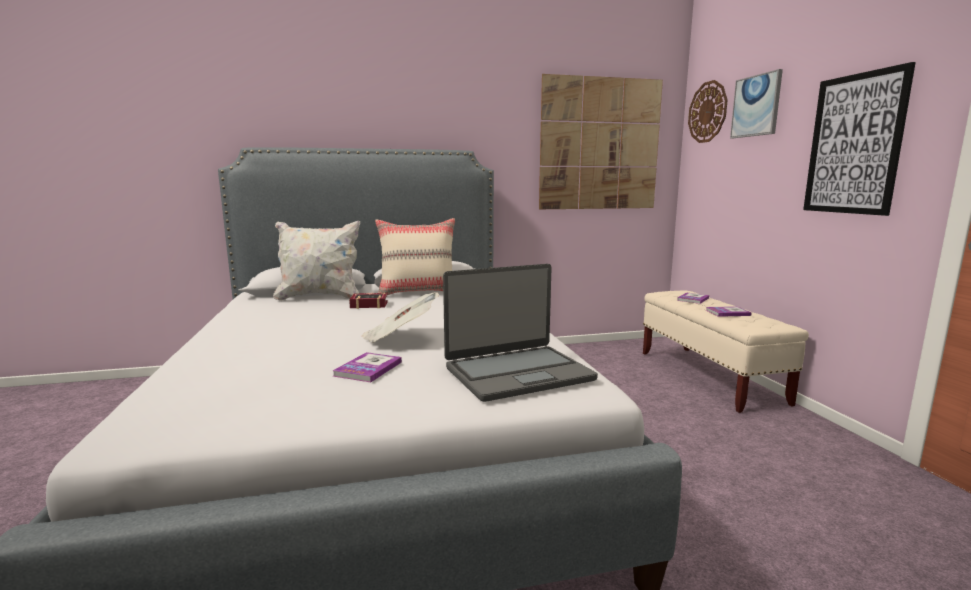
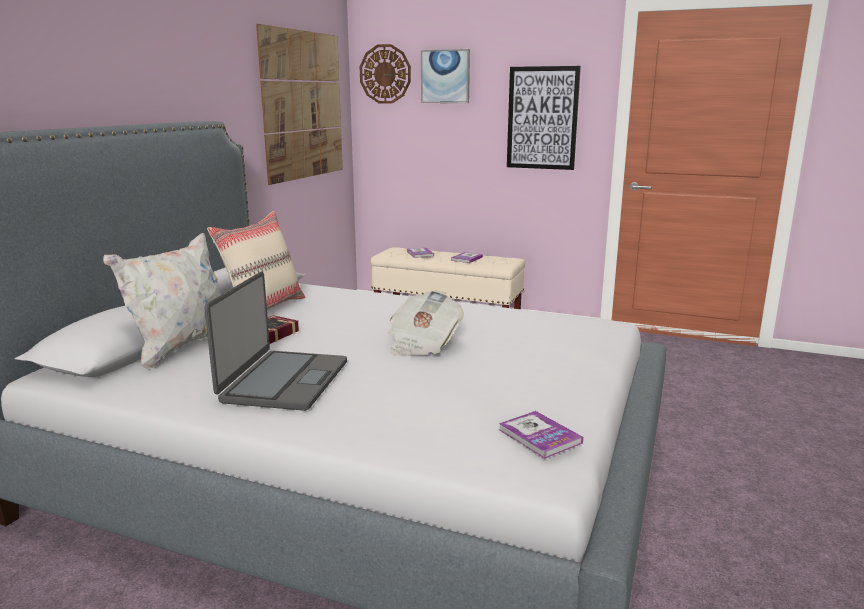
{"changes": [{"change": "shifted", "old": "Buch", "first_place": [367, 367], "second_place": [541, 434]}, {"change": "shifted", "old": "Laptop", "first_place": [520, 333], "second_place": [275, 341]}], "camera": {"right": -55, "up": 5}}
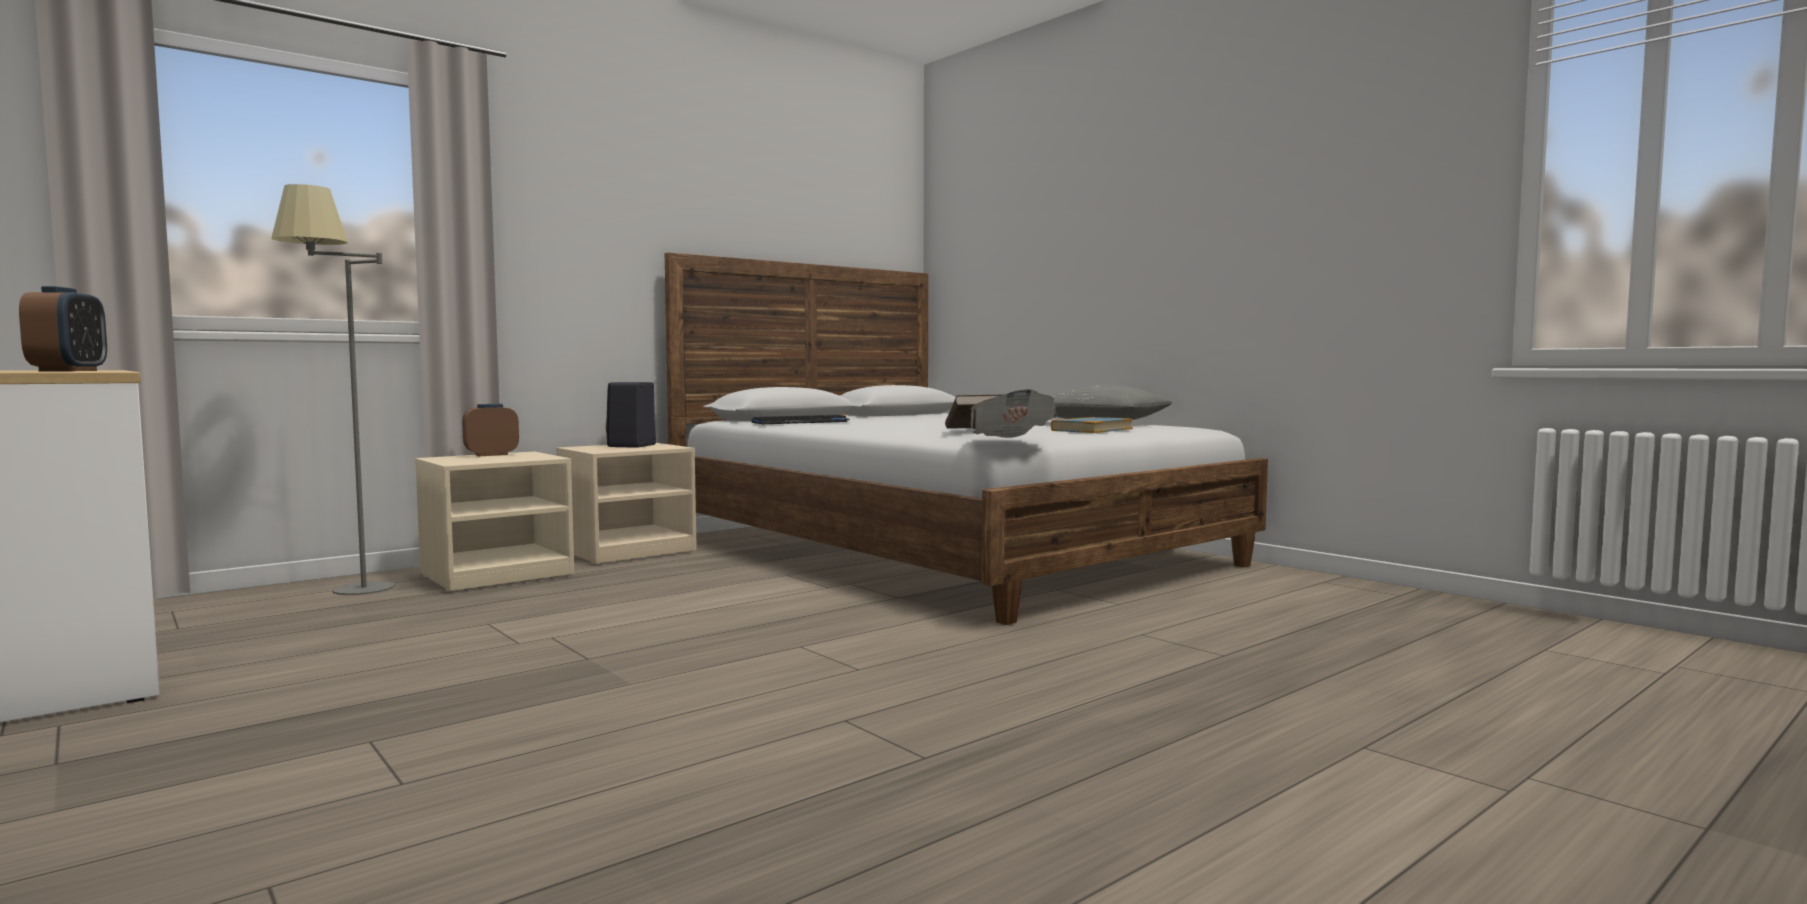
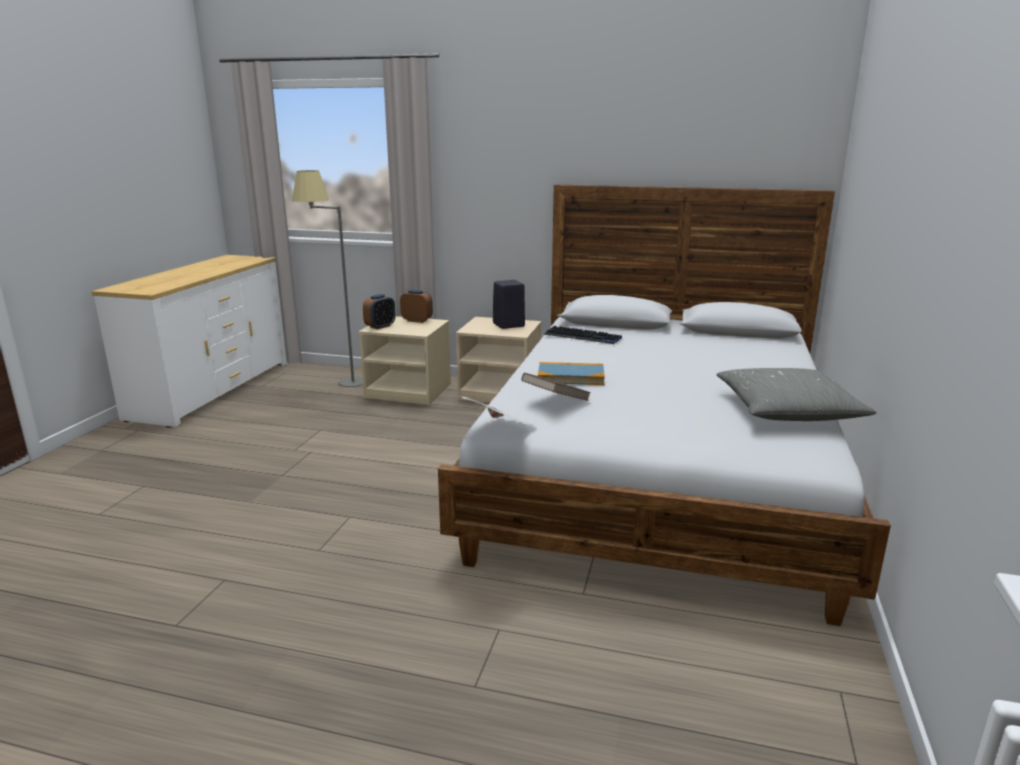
{"changes": [{"change": "shifted", "old": "Wecker", "first_place": [63, 328], "second_place": [379, 311]}, {"change": "shifted", "old": "Buch", "first_place": [1092, 425], "second_place": [571, 373]}], "camera": {"right": 55, "up": 15}}
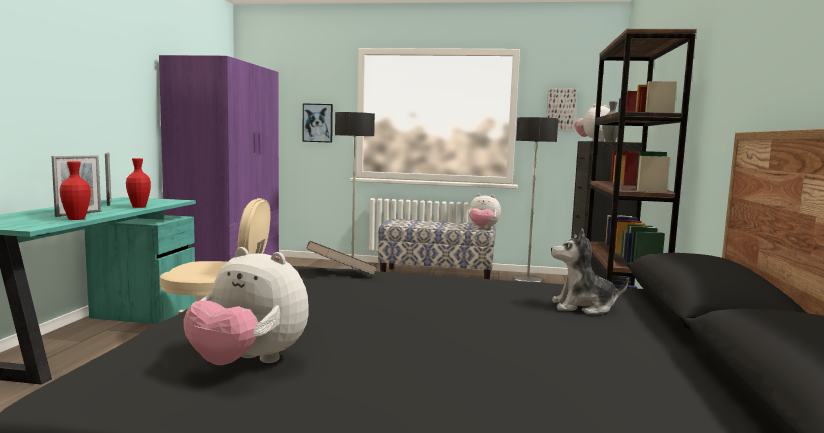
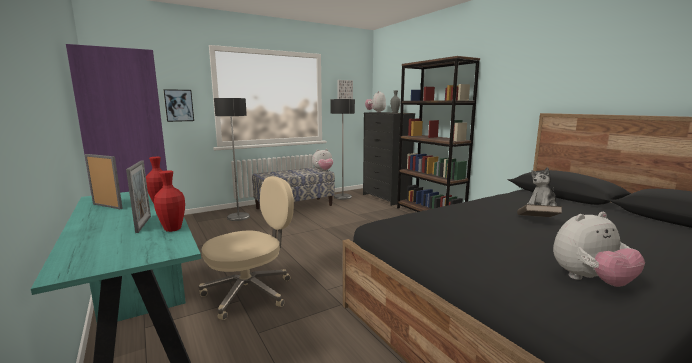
{"changes": [{"change": "shifted", "old": "Buch (braun)", "first_place": [342, 258], "second_place": [539, 210]}], "camera": {"right": -40, "up": 5}}
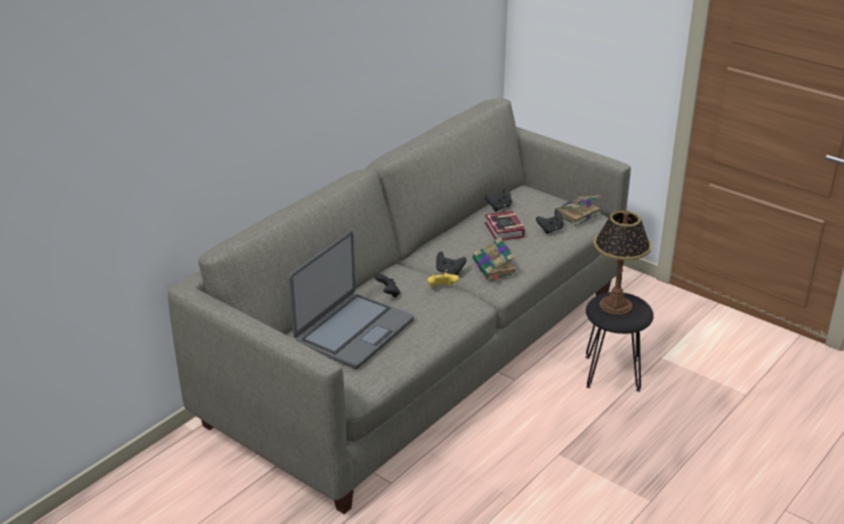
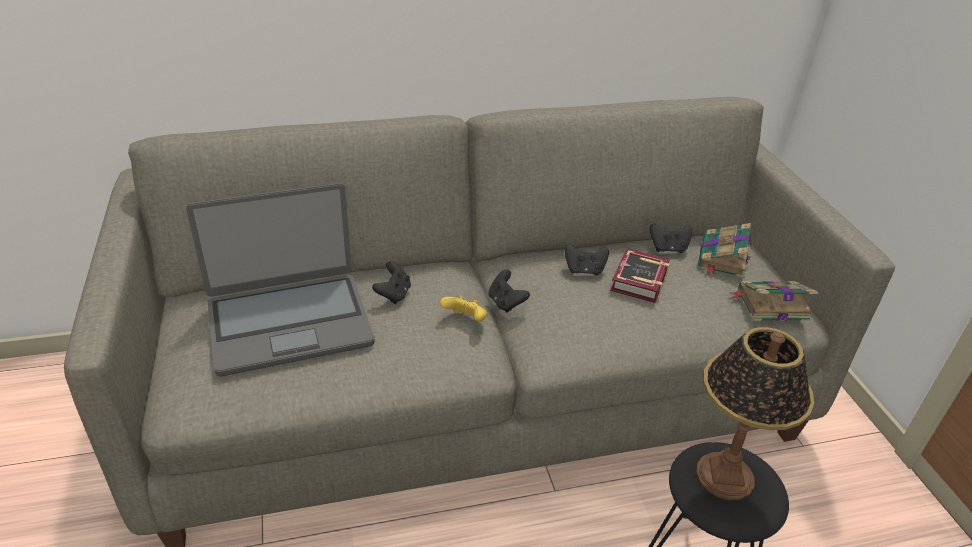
{"changes": [{"change": "shifted", "old": "Buch", "first_place": [495, 258], "second_place": [725, 250]}, {"change": "shifted", "old": "Gamepad (schwarz)", "first_place": [550, 222], "second_place": [587, 259]}], "camera": {"right": 35, "up": 5}}
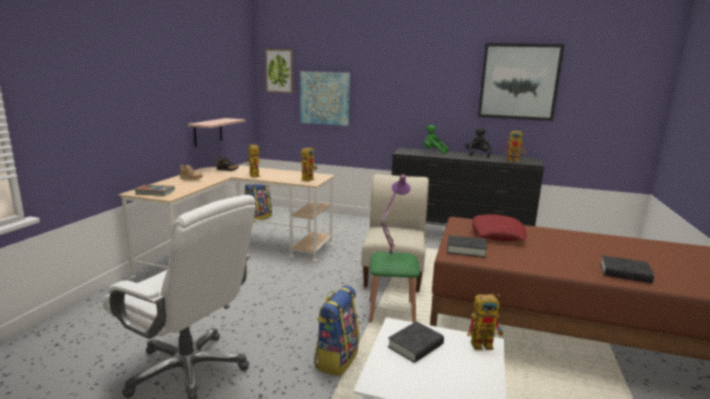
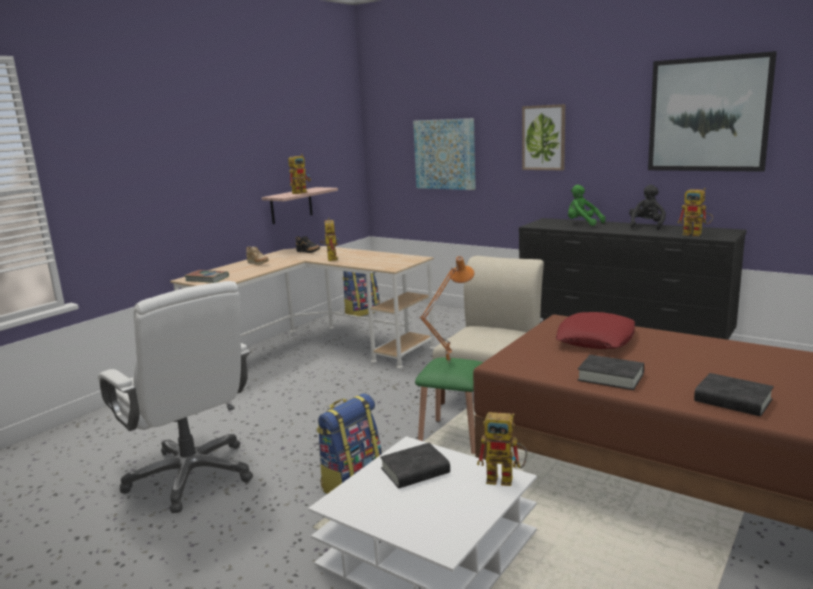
{"changes": [{"change": "shifted", "old": "Bild", "first_place": [279, 71], "second_place": [543, 137]}, {"change": "shifted", "old": "Spielzeugroboter", "first_place": [309, 163], "second_place": [299, 174]}, {"change": "repainted", "old": "Tischlampe (lila)", "new": "Tischlampe (orange)", "first_place": [395, 215], "second_place": [447, 309]}, {"change": "shifted", "old": "Buch (schwarz)", "first_place": [467, 246], "second_place": [611, 372]}], "camera": {"right": 20, "up": 0}}
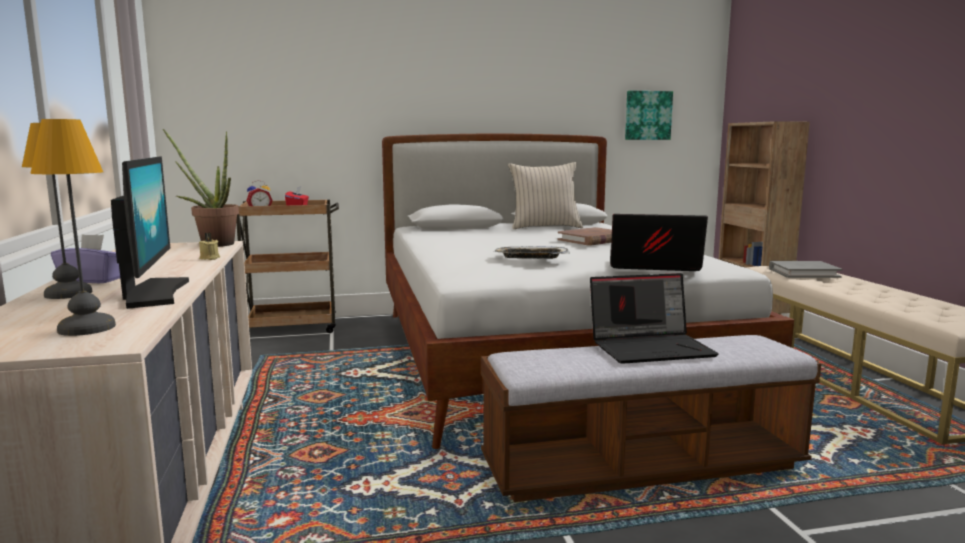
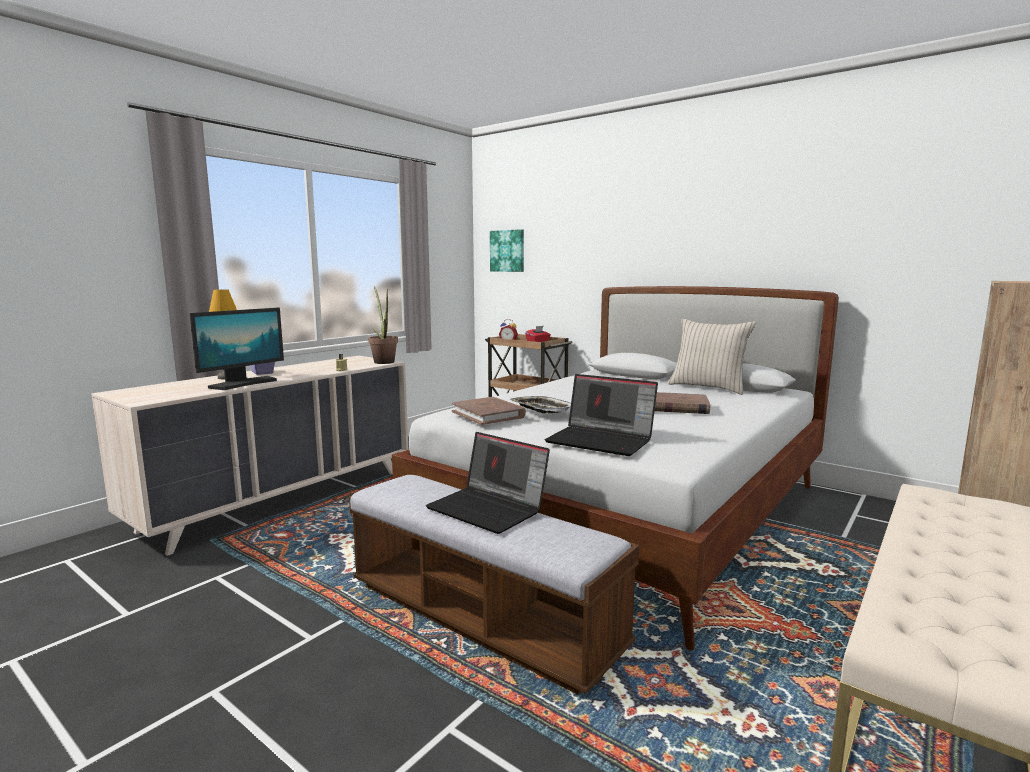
{"changes": [{"change": "gone", "old": "Tischlampe", "first_place": [73, 227]}, {"change": "rotated", "old": "Laptop", "first_place": [659, 242], "second_place": [601, 415], "degrees": 150}, {"change": "shifted", "old": "Bild", "first_place": [649, 115], "second_place": [507, 250]}, {"change": "gone", "old": "Buch (grau)", "first_place": [805, 269]}, {"change": "new", "new": "Buch (braun)", "second_place": [489, 411]}], "camera": {"right": 50, "up": 0}}
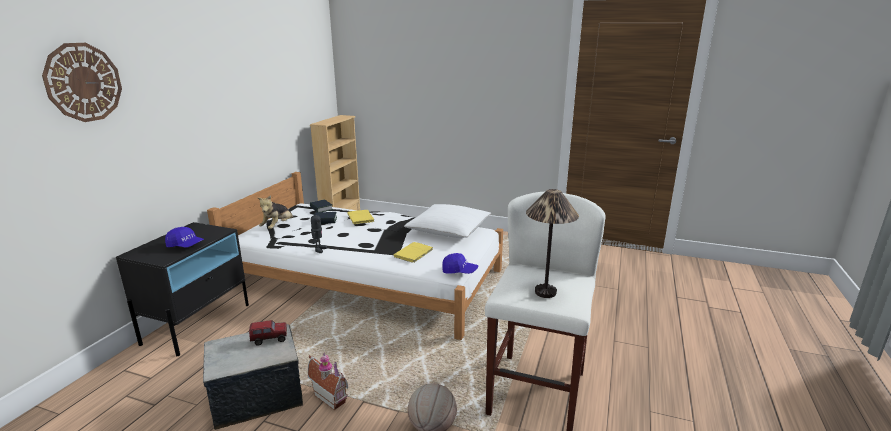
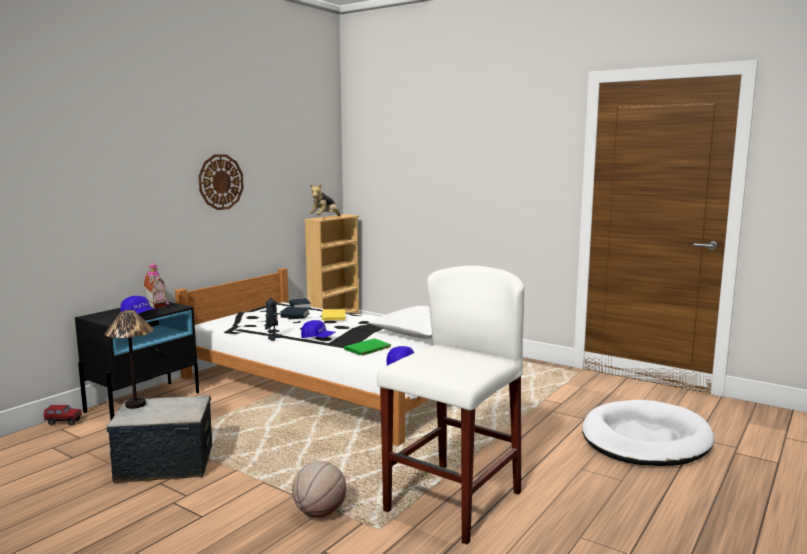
{"changes": [{"change": "shifted", "old": "Wanduhr", "first_place": [82, 82], "second_place": [221, 182]}, {"change": "shifted", "old": "Spielzeuglaster", "first_place": [268, 332], "second_place": [63, 415]}, {"change": "shifted", "old": "Plüschtier", "first_place": [275, 212], "second_place": [324, 200]}, {"change": "shifted", "old": "Spielzeughaus", "first_place": [328, 381], "second_place": [156, 285]}, {"change": "repainted", "old": "Buch (gelb)", "new": "Buch (grün)", "first_place": [413, 252], "second_place": [367, 347]}, {"change": "shifted", "old": "Tischlampe", "first_place": [552, 243], "second_place": [129, 359]}, {"change": "new", "new": "Kappe (blau)", "second_place": [318, 329]}, {"change": "new", "new": "Hundebett (weiß)", "second_place": [648, 433]}], "camera": {"right": 15, "up": -10}}
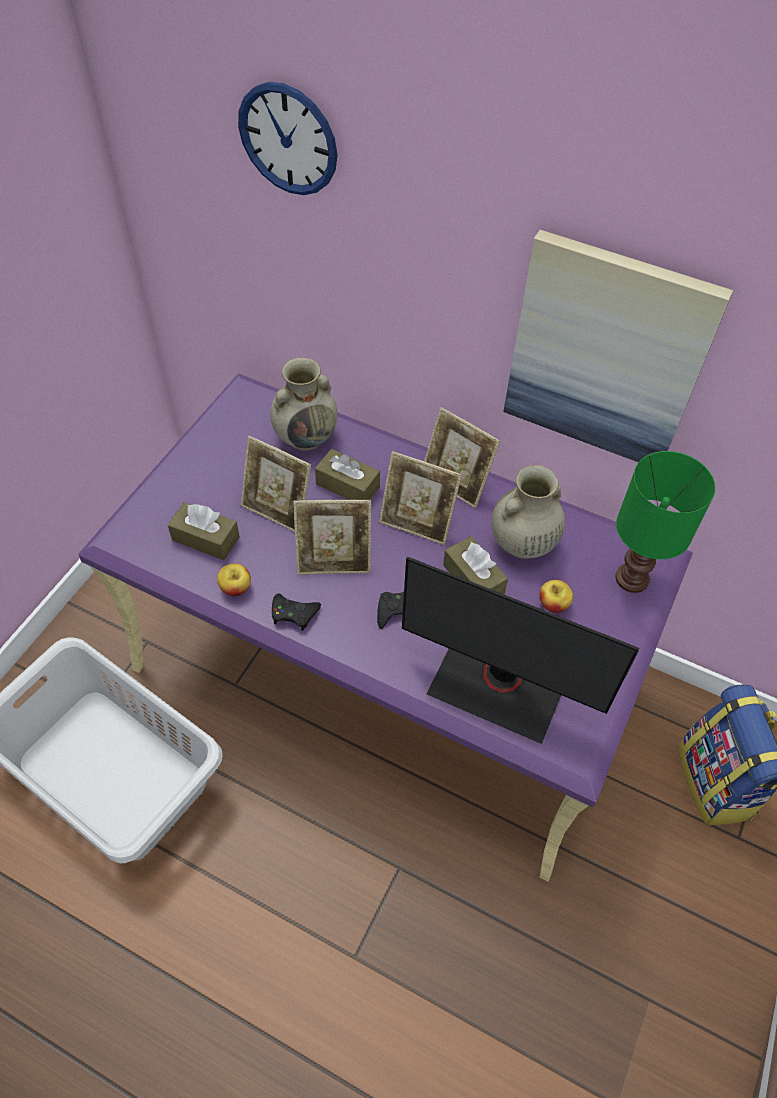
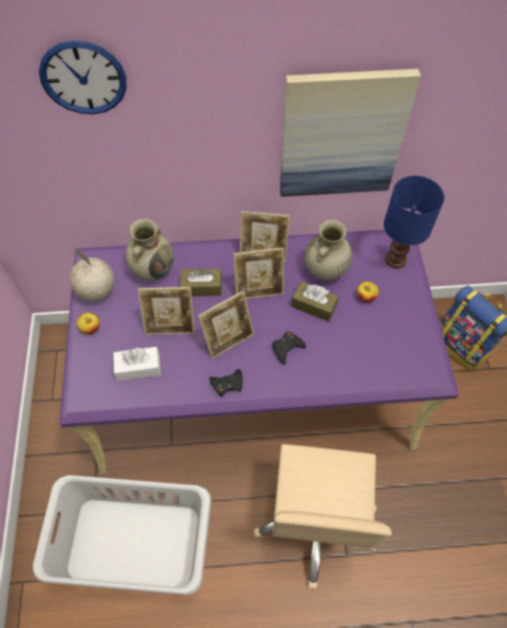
{"changes": [{"change": "repainted", "old": "Taschentuchbox (braun)", "new": "Taschentuchbox (weiß)", "first_place": [204, 531], "second_place": [137, 364]}, {"change": "shifted", "old": "Apfel", "first_place": [234, 579], "second_place": [88, 323]}, {"change": "gone", "old": "Monitor", "first_place": [520, 650]}, {"change": "repainted", "old": "Tischlampe (grün)", "new": "Tischlampe (blau)", "first_place": [665, 522], "second_place": [414, 222]}, {"change": "new", "new": "Globus", "second_place": [92, 274]}, {"change": "new", "new": "Bürostuhl (beige)", "second_place": [323, 516]}], "camera": {"right": -30, "up": 5}}
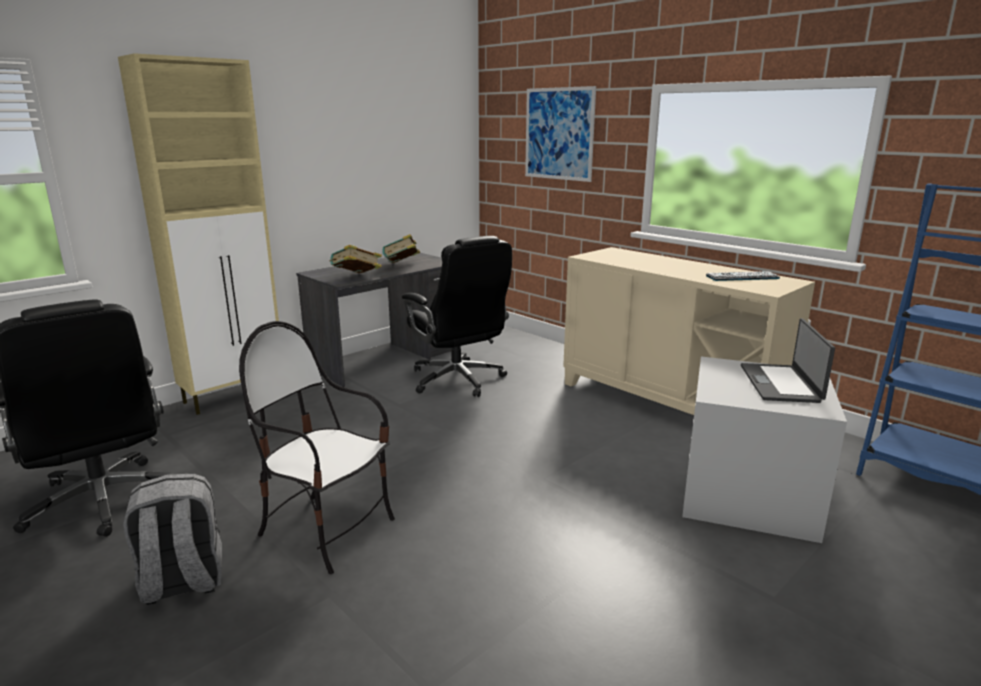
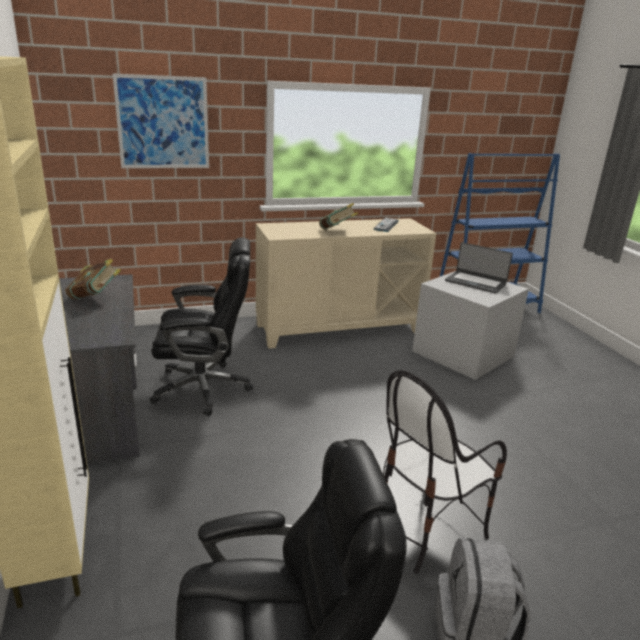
{"changes": [{"change": "shifted", "old": "Buch", "first_place": [356, 259], "second_place": [338, 216]}], "camera": {"right": -65, "up": 5}}
